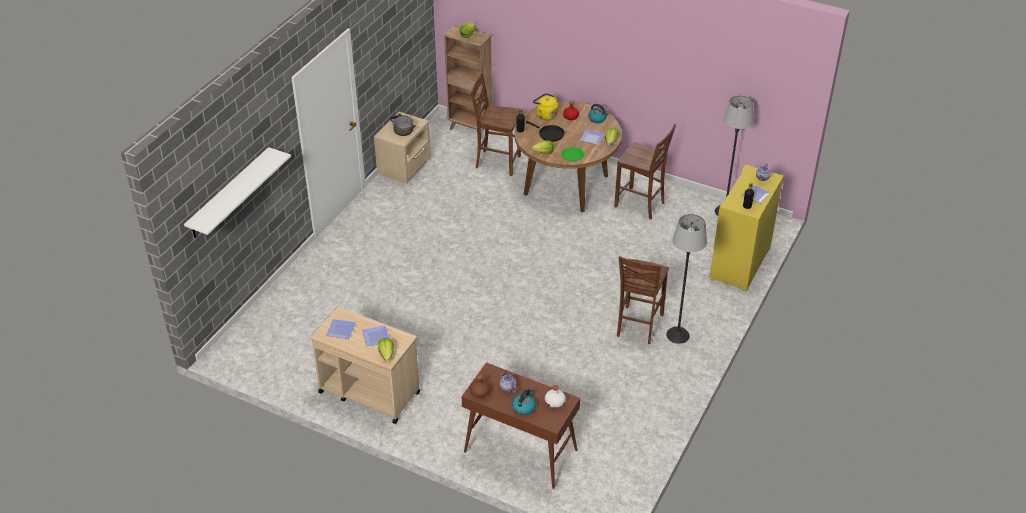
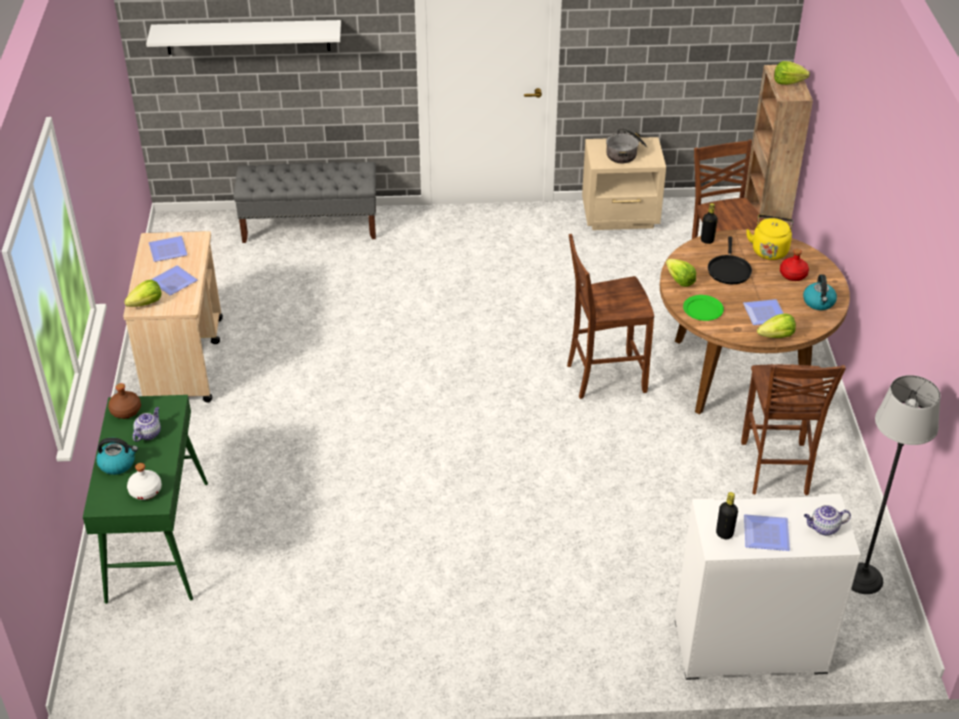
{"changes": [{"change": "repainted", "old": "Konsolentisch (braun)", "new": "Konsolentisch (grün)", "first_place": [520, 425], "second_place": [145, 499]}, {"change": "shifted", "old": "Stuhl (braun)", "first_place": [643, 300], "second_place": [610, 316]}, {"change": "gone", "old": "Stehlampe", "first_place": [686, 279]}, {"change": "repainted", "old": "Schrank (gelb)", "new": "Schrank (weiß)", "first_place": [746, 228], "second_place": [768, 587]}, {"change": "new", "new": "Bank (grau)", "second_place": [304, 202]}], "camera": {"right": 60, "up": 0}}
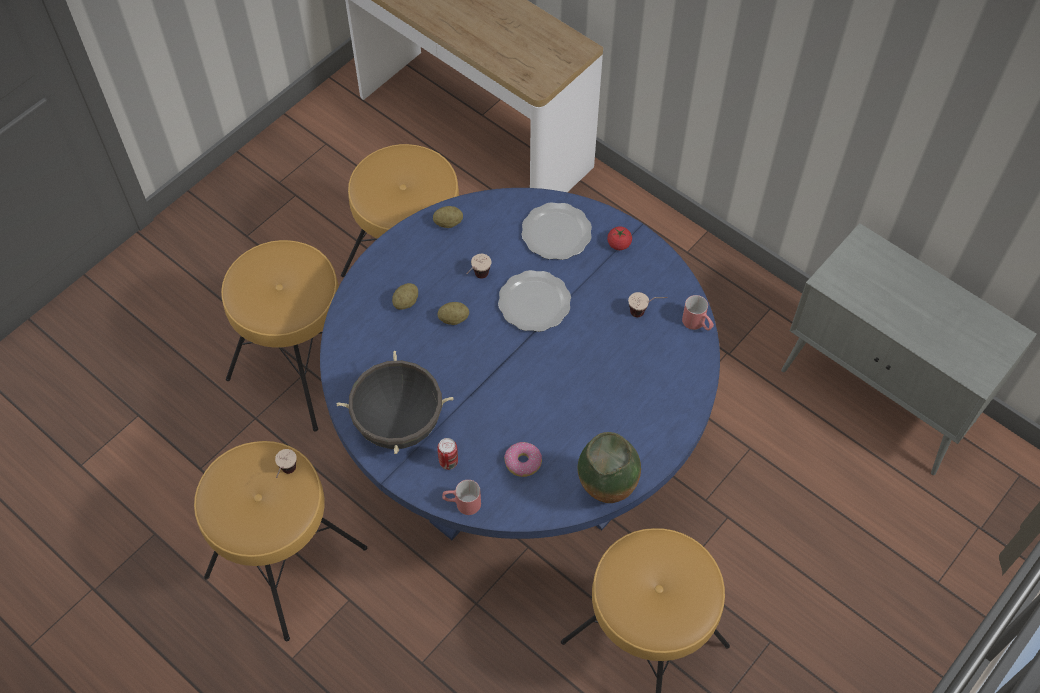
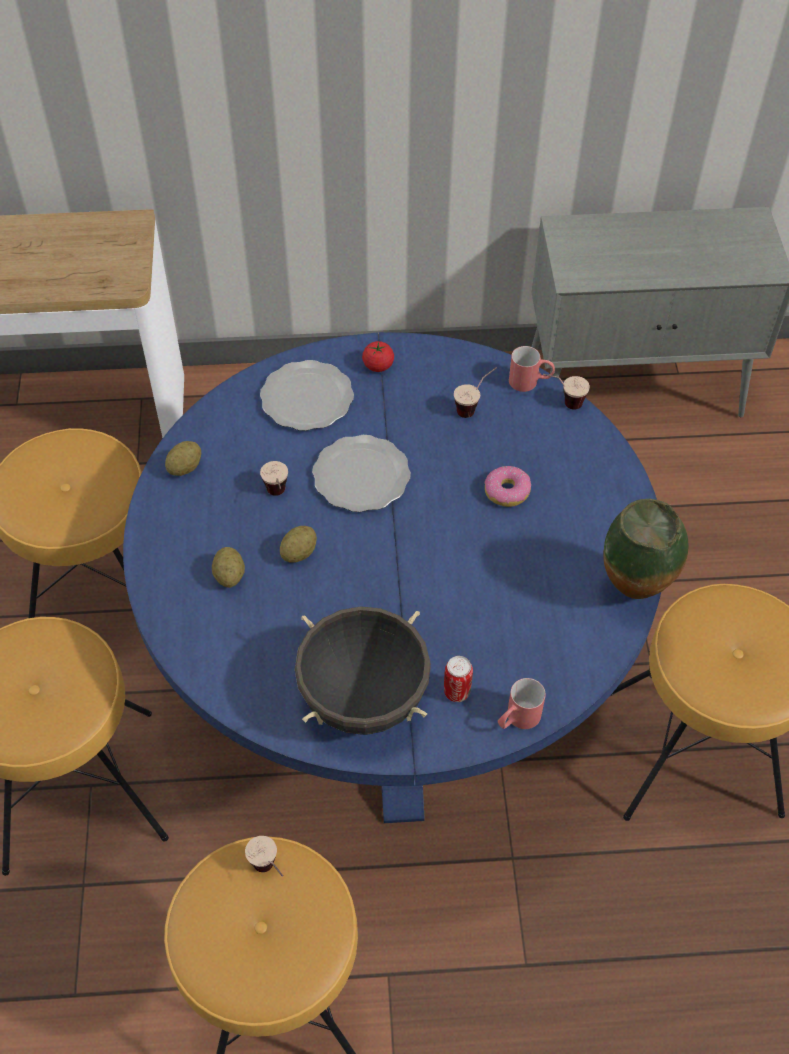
{"changes": [{"change": "shifted", "old": "Donut", "first_place": [523, 459], "second_place": [507, 486]}, {"change": "new", "new": "Tasse", "second_place": [566, 392]}], "camera": {"right": -45, "up": -5}}
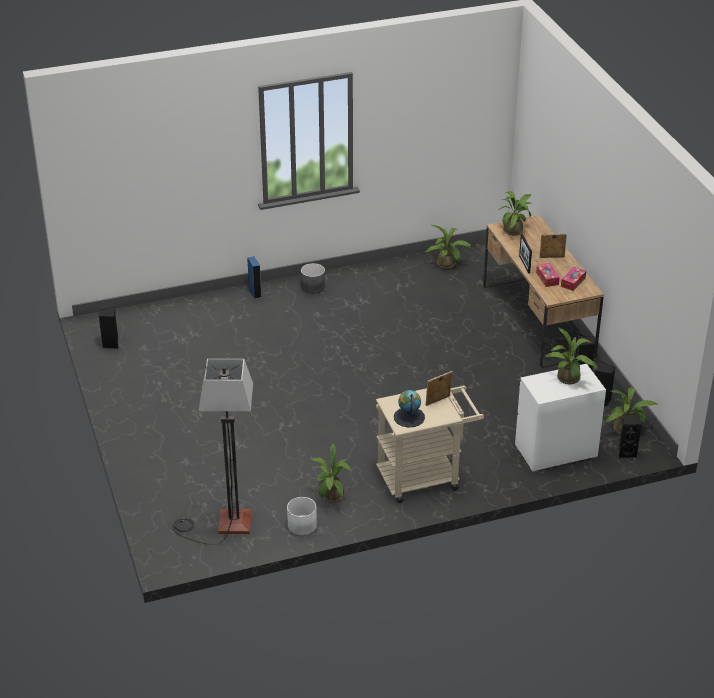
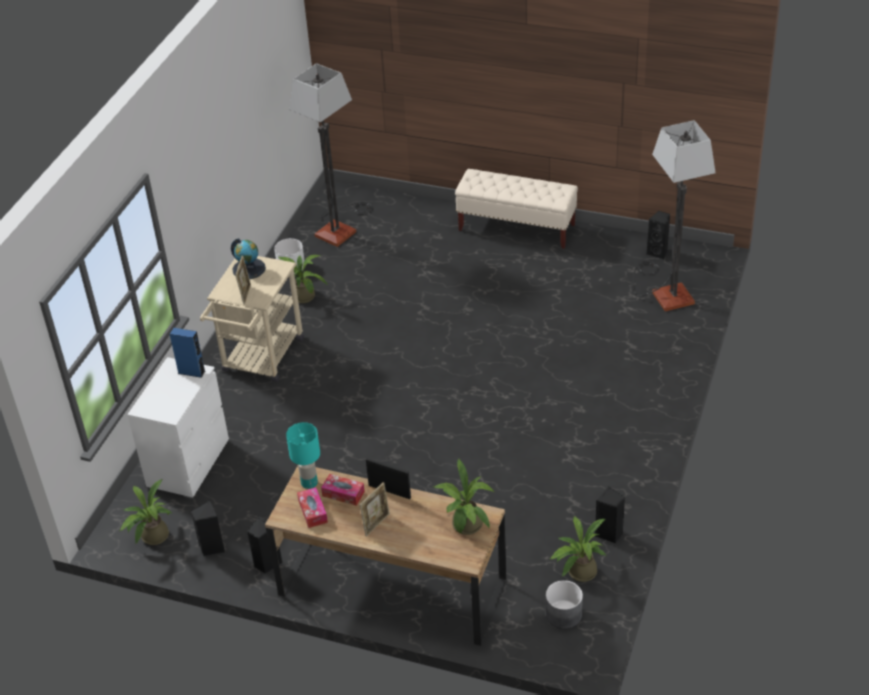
{"changes": [{"change": "shifted", "old": "Lautsprecher (blau)", "first_place": [254, 277], "second_place": [187, 353]}, {"change": "shifted", "old": "Pflanzkübel (grau)", "first_place": [313, 278], "second_place": [564, 604]}, {"change": "gone", "old": "Topfpflanze", "first_place": [571, 356]}, {"change": "shifted", "old": "Lautsprecher (schwarz)", "first_place": [630, 436], "second_place": [610, 514]}, {"change": "new", "new": "Tischlampe (türkis)", "second_place": [303, 455]}, {"change": "new", "new": "Bank (beige)", "second_place": [516, 209]}, {"change": "new", "new": "Stehlampe", "second_place": [674, 215]}], "camera": {"right": 130, "up": 5}}
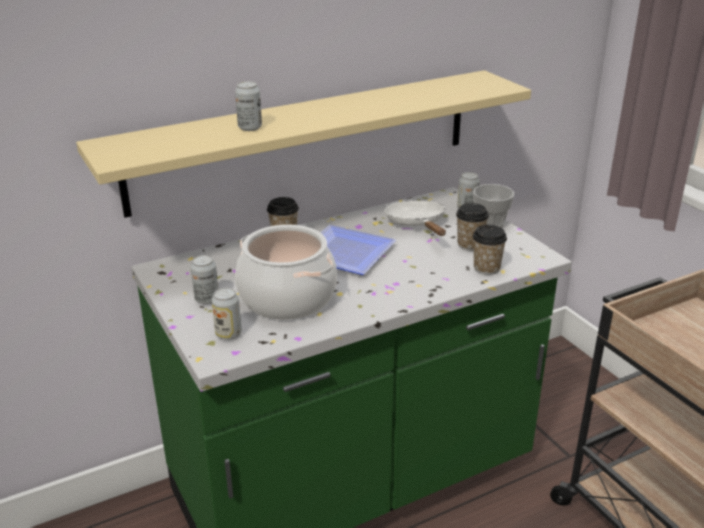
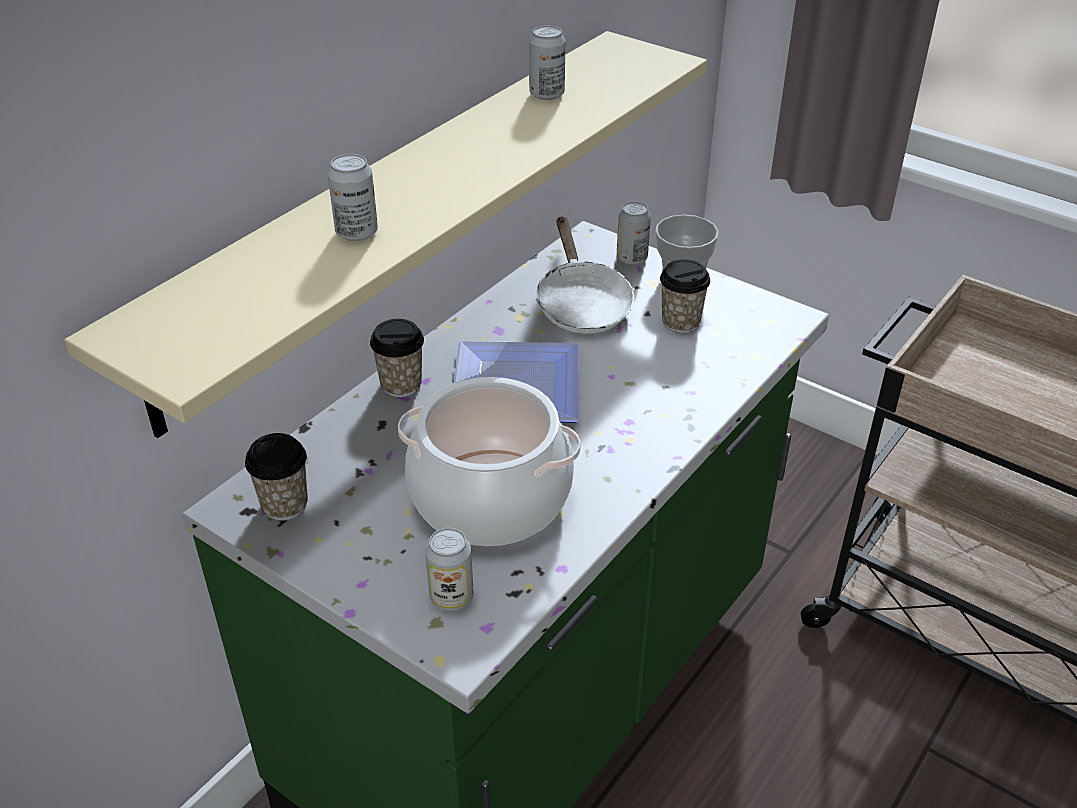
{"changes": [{"change": "shifted", "old": "Dose", "first_place": [204, 279], "second_place": [547, 62]}, {"change": "rotated", "old": "Pfanne (weiß)", "first_place": [415, 218], "second_place": [585, 274], "degrees": -150}, {"change": "shifted", "old": "Tasse", "first_place": [489, 249], "second_place": [276, 476]}], "camera": {"right": -25, "up": 10}}
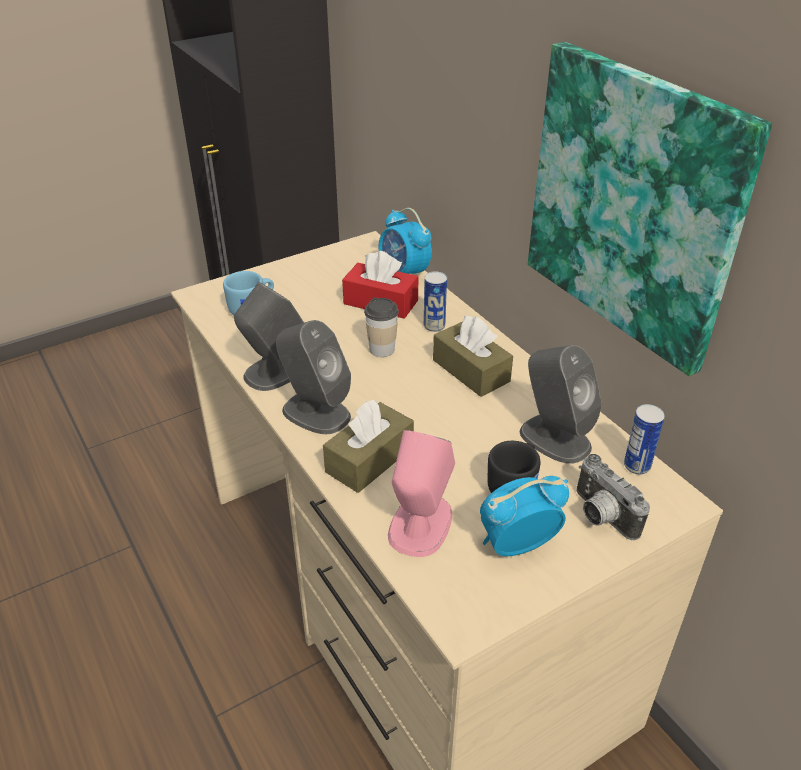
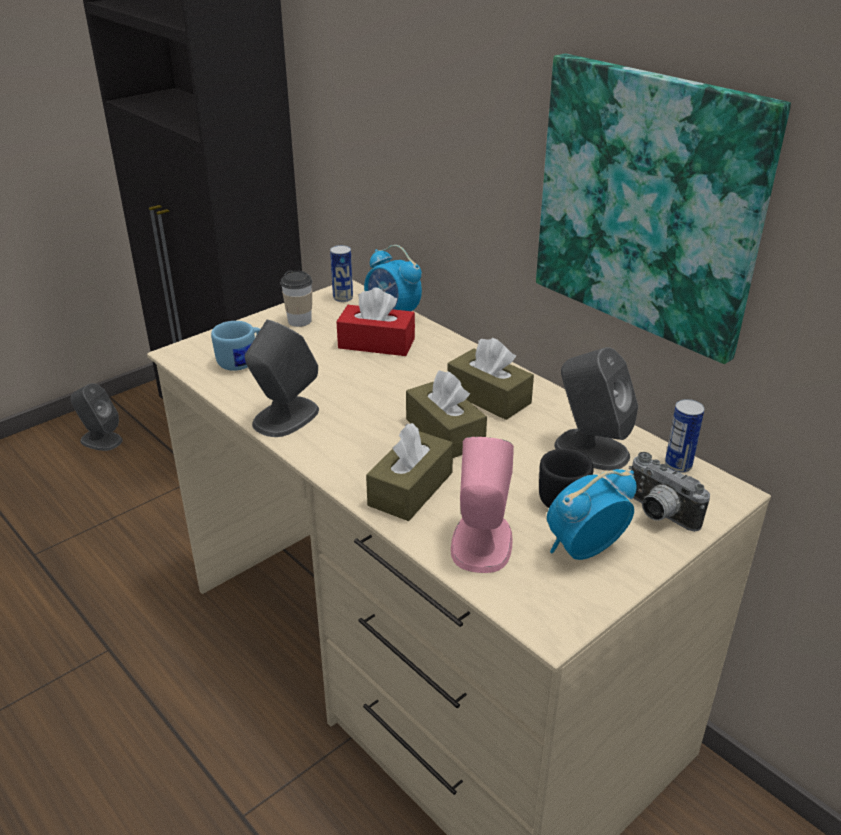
{"changes": [{"change": "shifted", "old": "Lautsprecher (grau)", "first_place": [313, 377], "second_place": [97, 417]}, {"change": "shifted", "old": "Tasse", "first_place": [381, 327], "second_place": [296, 299]}, {"change": "shifted", "old": "Dose", "first_place": [435, 301], "second_place": [341, 273]}, {"change": "new", "new": "Taschentuchbox (braun)", "second_place": [446, 414]}], "camera": {"right": -10, "up": -5}}
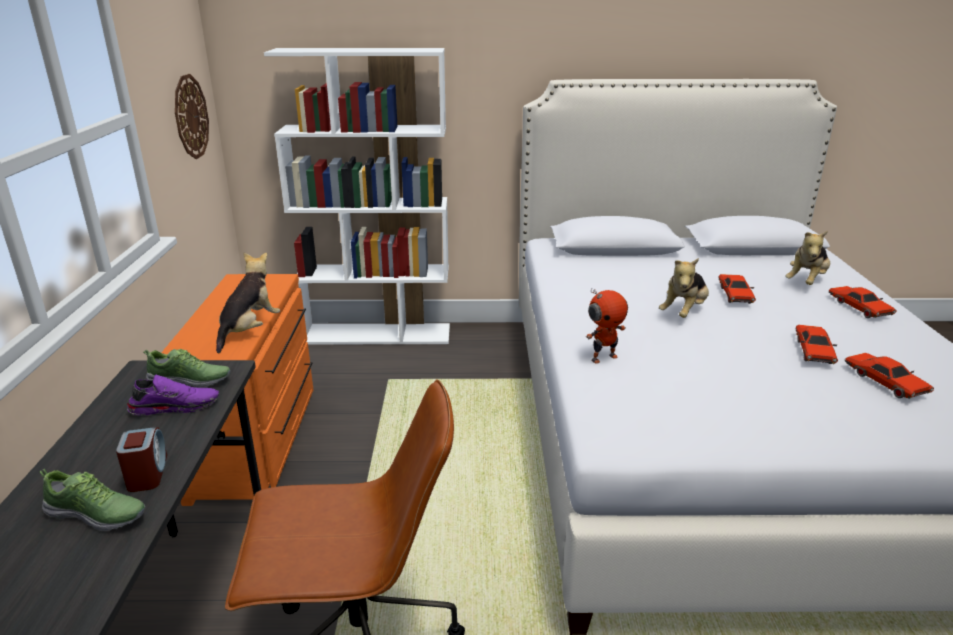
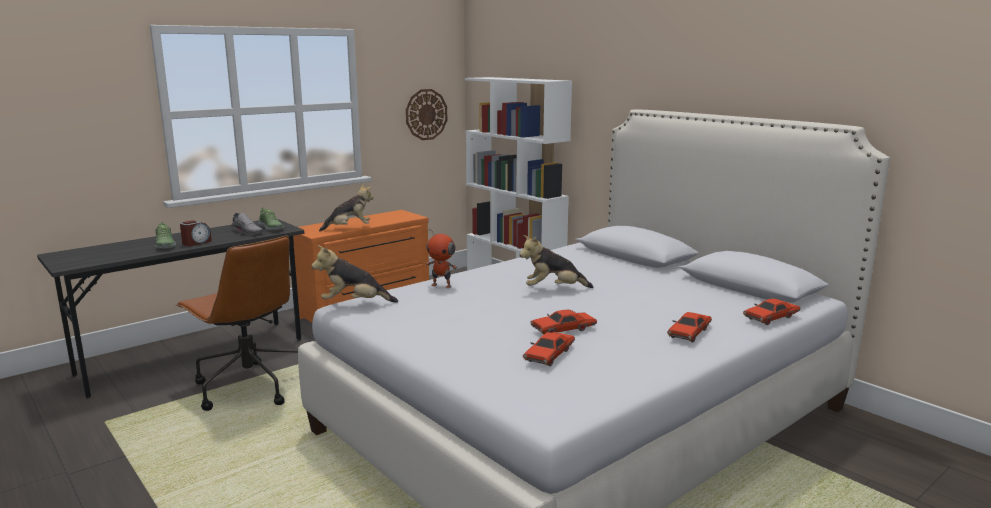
{"changes": [{"change": "repainted", "old": "Schuh (lila)", "new": "Schuh (grau)", "first_place": [173, 395], "second_place": [247, 224]}, {"change": "shifted", "old": "Spielzeugauto (rot)", "first_place": [737, 289], "second_place": [772, 311]}, {"change": "shifted", "old": "Plüschtier", "first_place": [807, 258], "second_place": [354, 274]}], "camera": {"right": 50, "up": -10}}
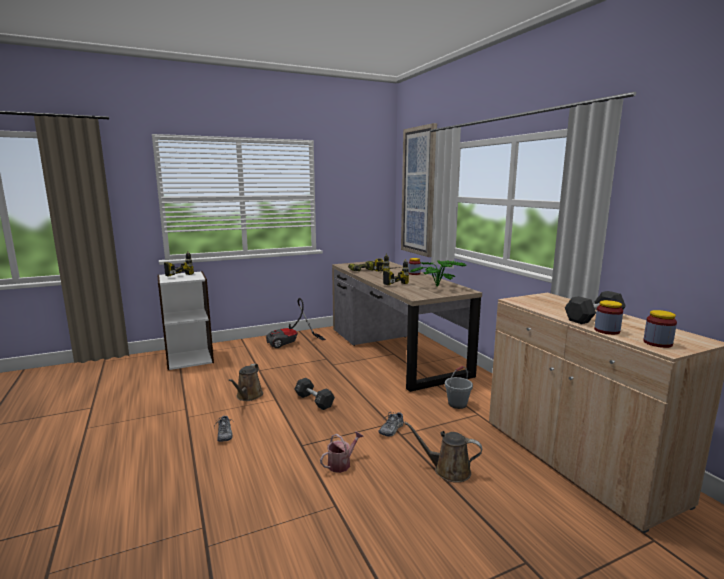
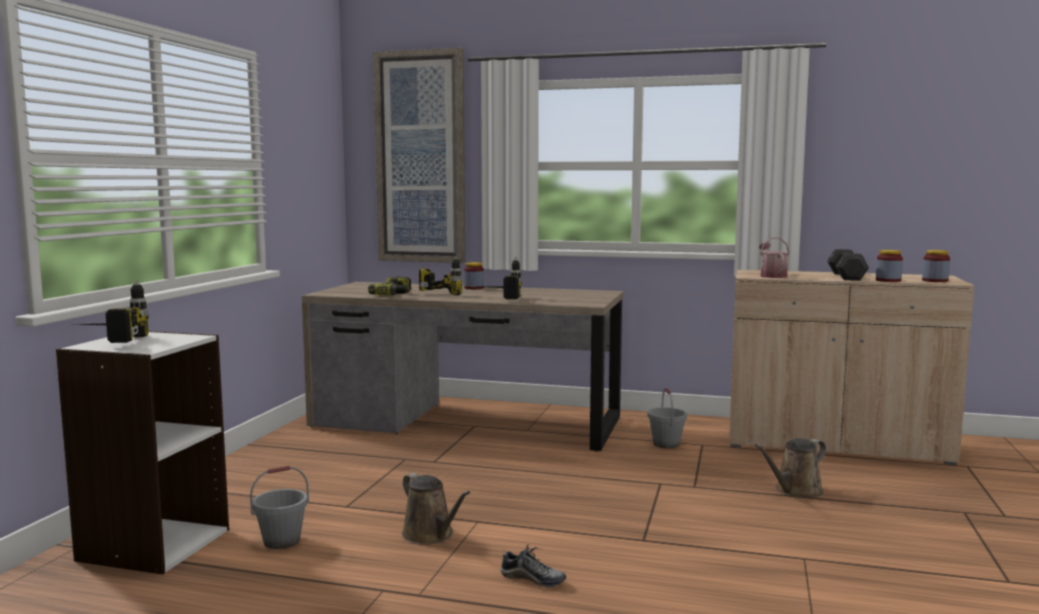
{"changes": [{"change": "gone", "old": "Staubsauger", "first_place": [296, 323]}, {"change": "gone", "old": "Hantel (schwarz)", "first_place": [314, 394]}, {"change": "shifted", "old": "Gießkanne", "first_place": [342, 452], "second_place": [774, 258]}, {"change": "gone", "old": "Schuh", "first_place": [391, 424]}, {"change": "gone", "old": "Topfpflanze", "first_place": [438, 273]}, {"change": "new", "new": "Eimer (grau)", "second_place": [279, 507]}], "camera": {"right": -50, "up": -5}}
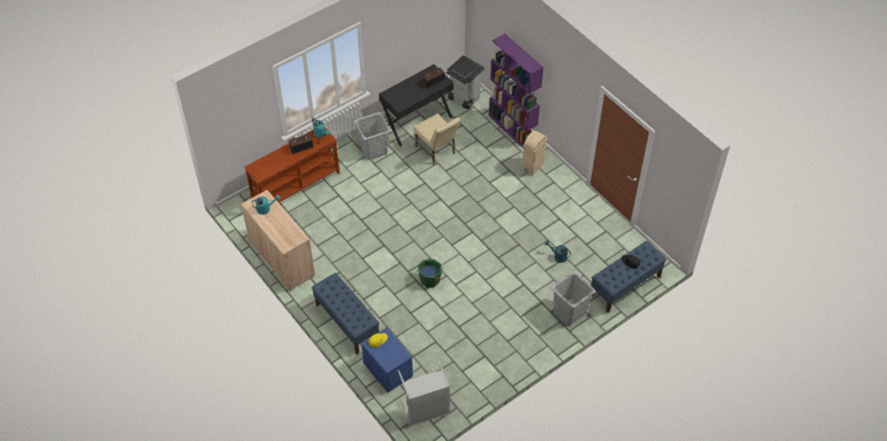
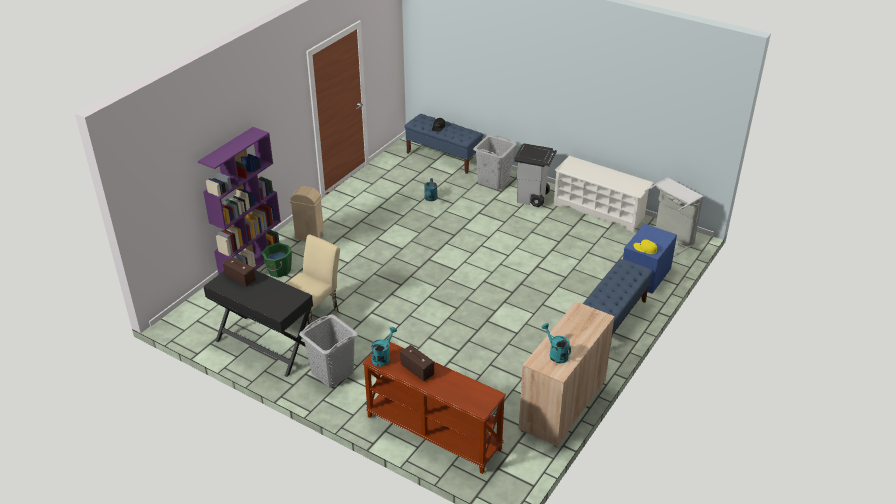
{"changes": [{"change": "shifted", "old": "Eimer (grün)", "first_place": [429, 273], "second_place": [276, 260]}, {"change": "shifted", "old": "Mülleimer (grau)", "first_place": [465, 82], "second_place": [535, 175]}, {"change": "new", "new": "Schuhregal (weiß)", "second_place": [604, 194]}], "camera": {"right": -110, "up": -15}}
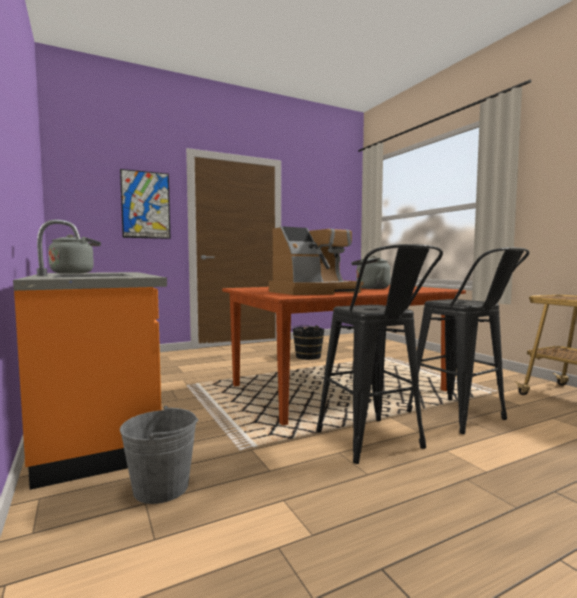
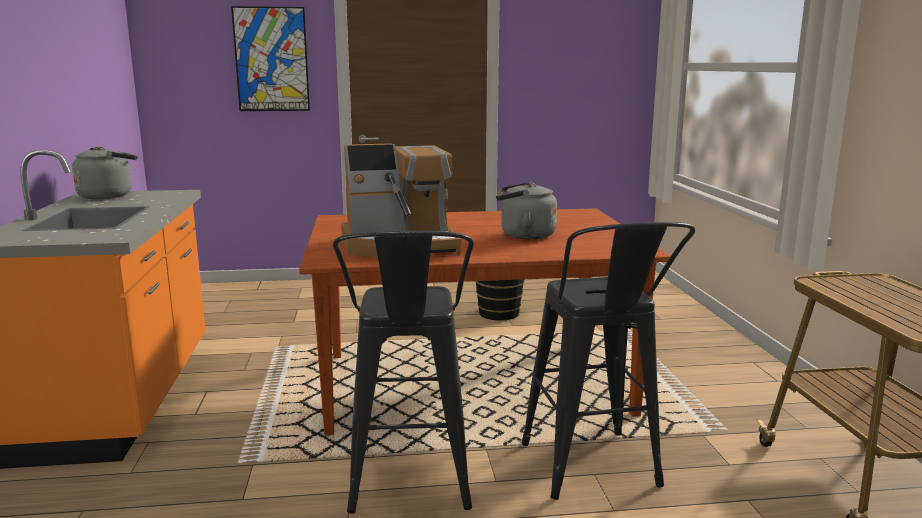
{"changes": [{"change": "gone", "old": "Eimer (grau)", "first_place": [159, 455]}], "camera": {"right": 20, "up": 10}}
